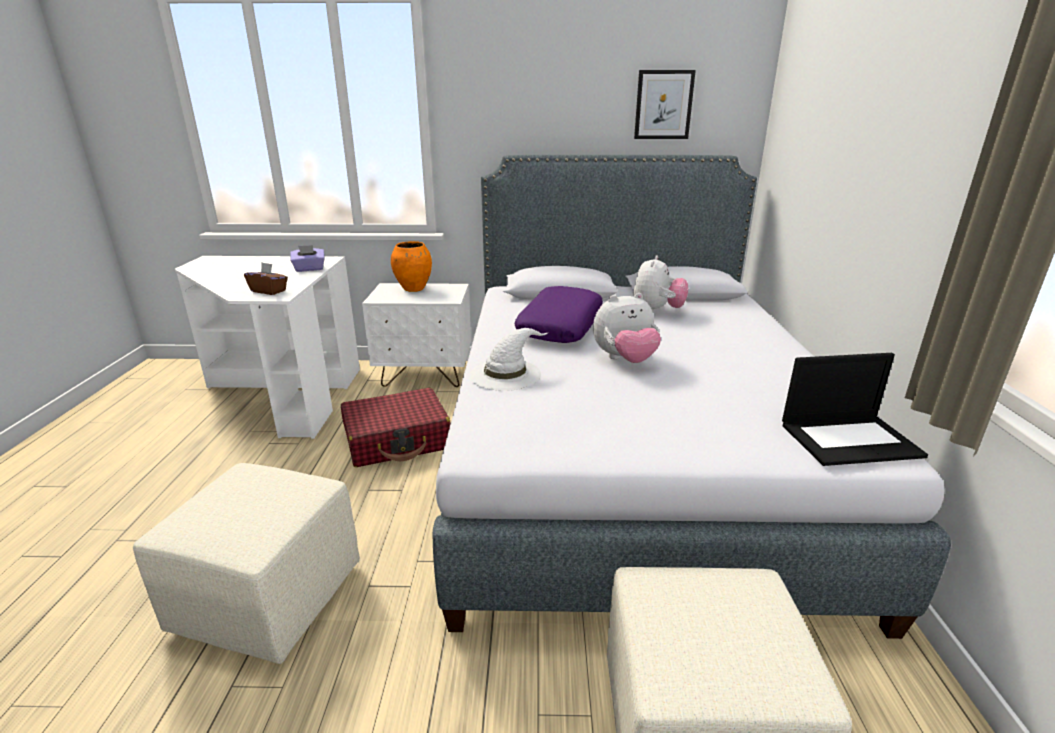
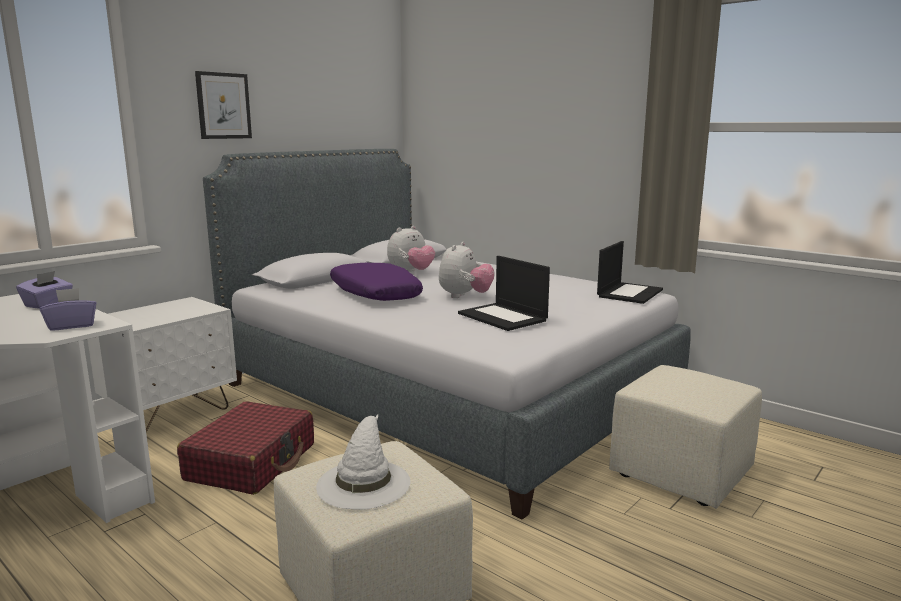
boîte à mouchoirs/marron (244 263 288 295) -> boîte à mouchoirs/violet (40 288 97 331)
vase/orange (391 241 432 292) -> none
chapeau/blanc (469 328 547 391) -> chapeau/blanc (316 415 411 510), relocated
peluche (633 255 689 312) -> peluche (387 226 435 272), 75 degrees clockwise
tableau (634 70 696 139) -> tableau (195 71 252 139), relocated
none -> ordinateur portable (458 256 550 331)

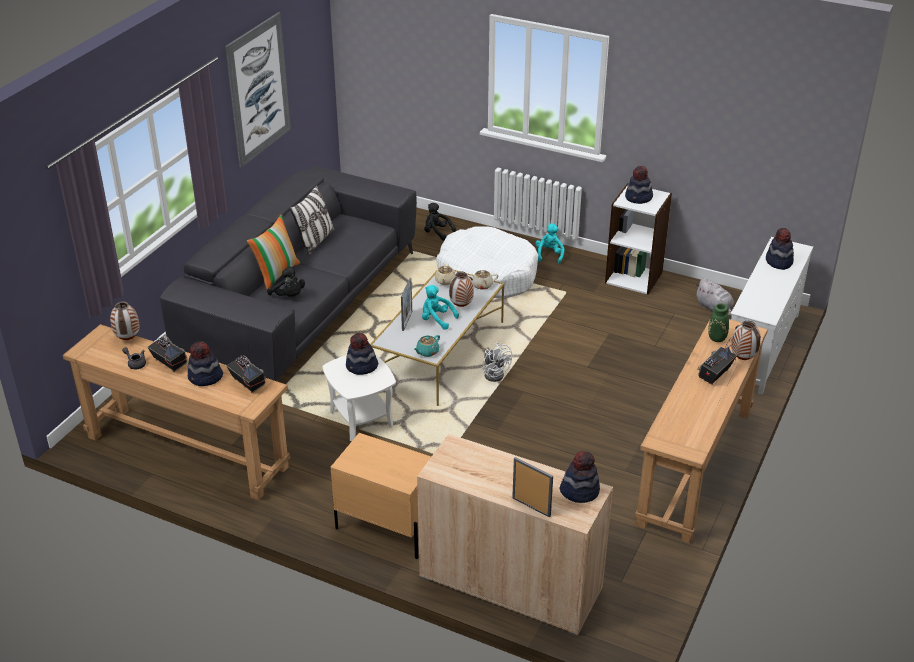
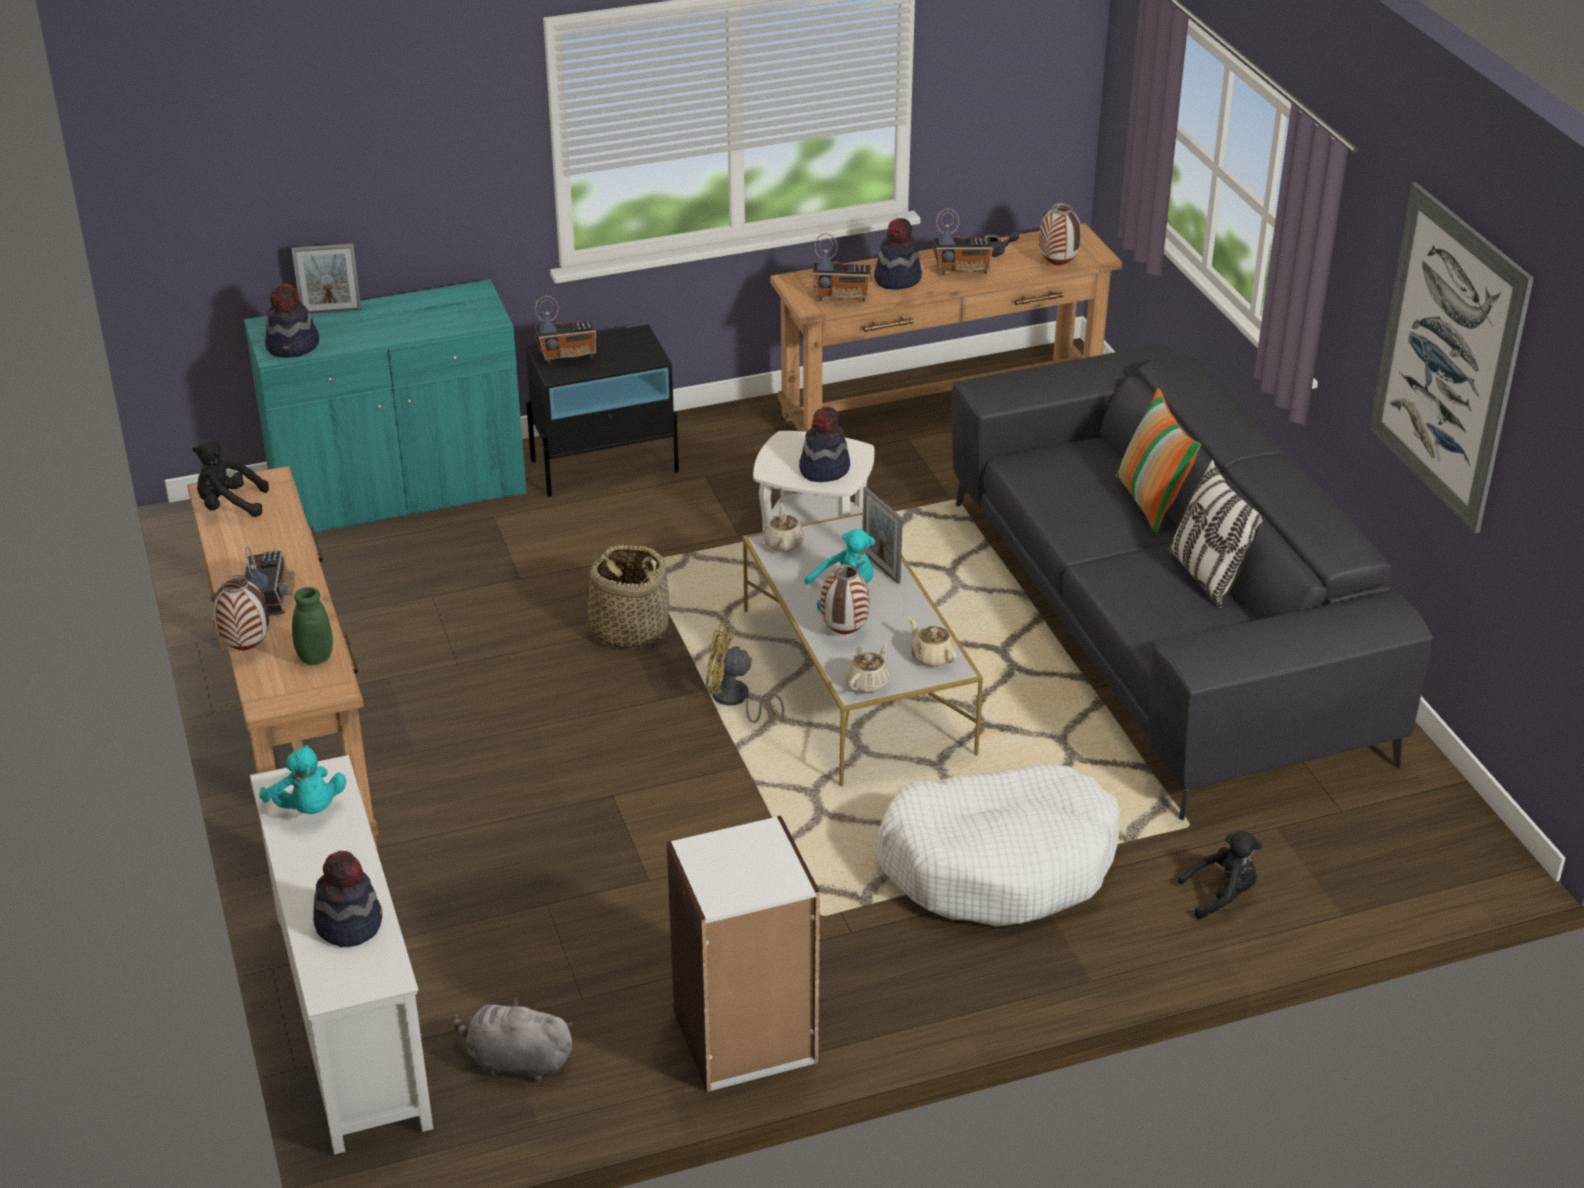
peluche/noir (267 266 305 297) -> peluche/noir (192 440 269 517), relocated
table de chevet/beige (331 433 431 559) -> table de chevet/noir (526 325 679 497)
théière/turquoise (414 335 440 357) -> théière/beige (763 503 805 552)
meuble de rangement/beige (417 434 613 636) -> meuble de rangement/turquoise (244 279 527 532)
ventilateur/blanc (482 343 512 382) -> ventilateur/jaune (706 624 785 724)
peluche/turquoise (535 223 565 264) -> peluche/turquoise (259 745 346 814), relocated
chapeau (625 166 653 204) -> none
none -> radio (534 296 596 364)
none -> panier (582 545 670 649)

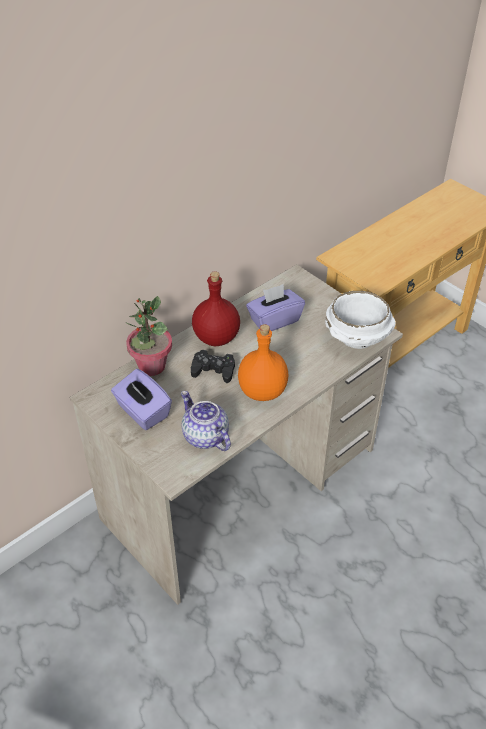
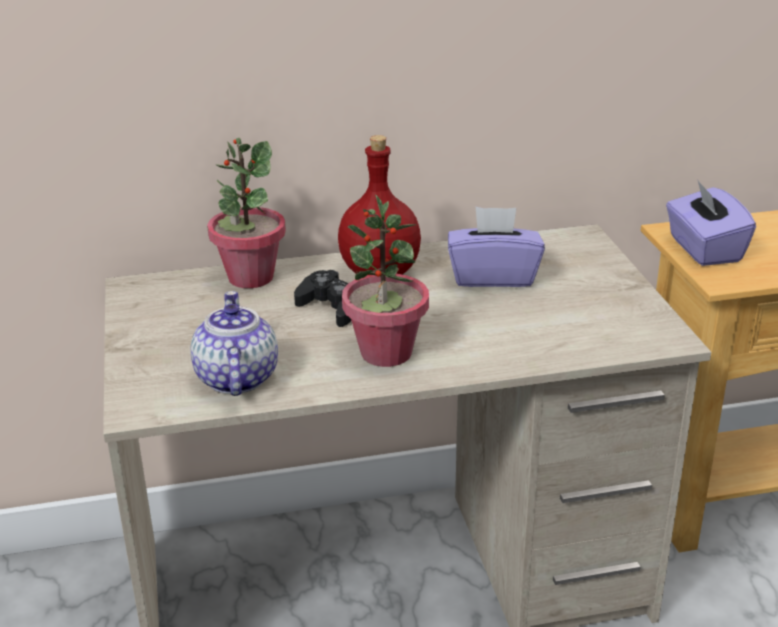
boîte à mouchoirs/violet (111 369 172 430) -> boîte à mouchoirs/violet (666 179 756 266), relocated
bouteille/orange (238 324 288 401) -> plante en pot (342 195 429 367)
bol/blanc (325 291 396 349) -> none

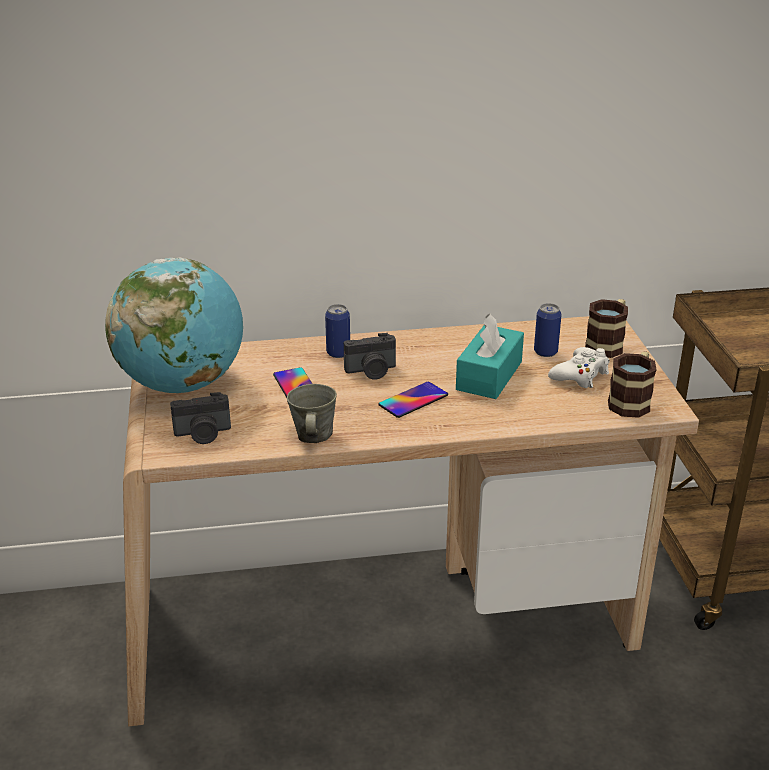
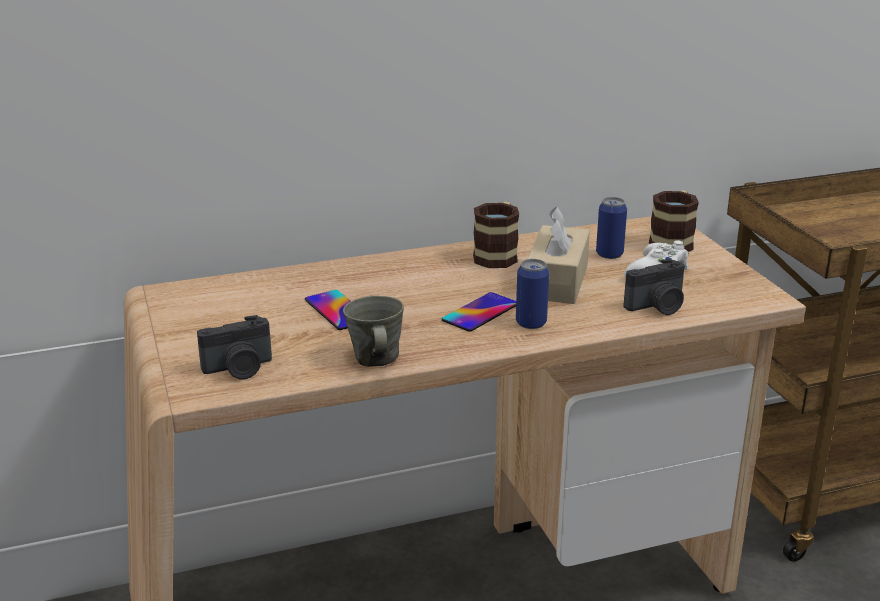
globe (105 258 243 393) -> none
boîte métallique (325 304 350 358) -> boîte métallique (516 259 549 329), relocated
appareil photo (344 333 396 380) -> appareil photo (624 258 685 315), relocated
boîte à mouchoirs/turquoise (456 314 524 399) -> boîte à mouchoirs/beige (527 206 590 304)
mug (608 351 657 418) -> mug (473 202 519 268), relocated

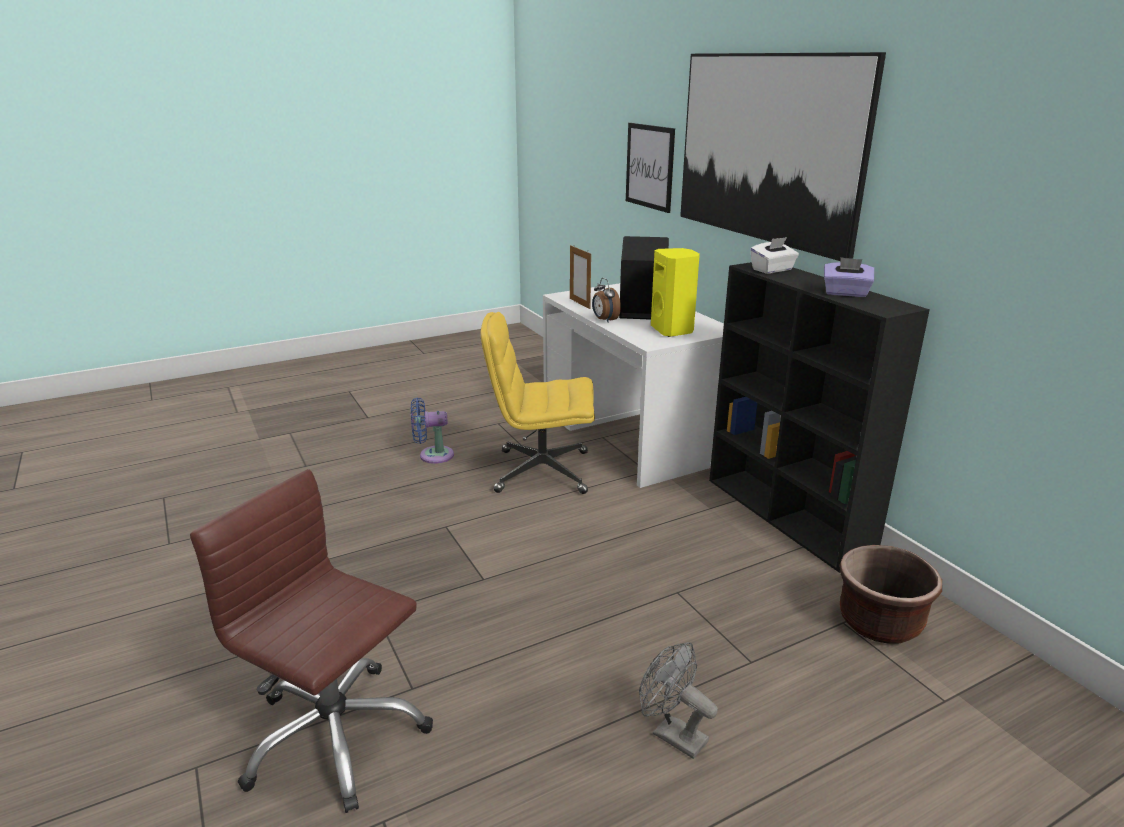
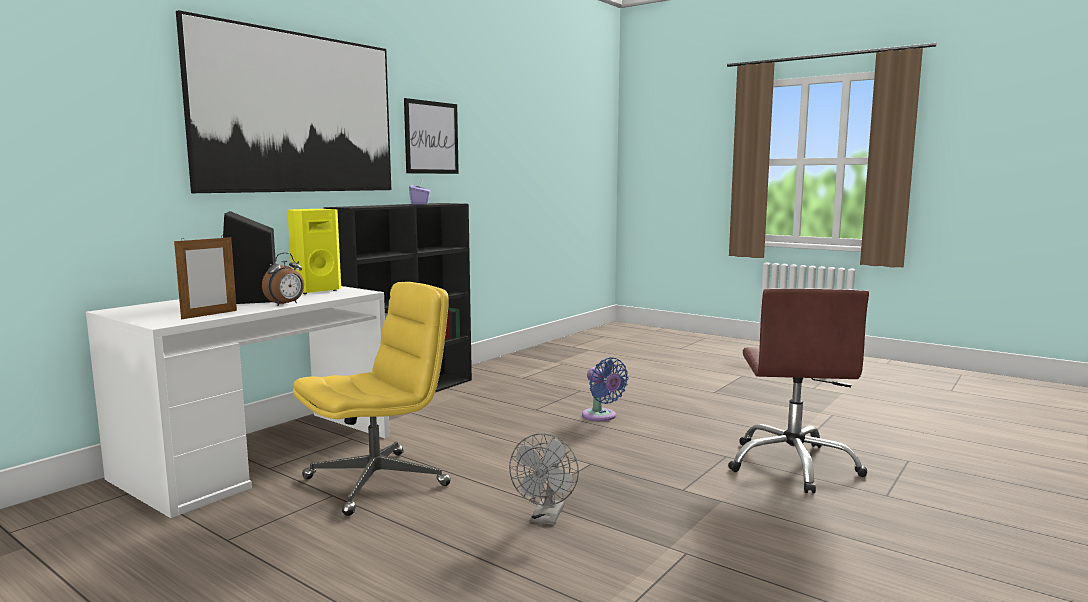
ventilateur/bleu (411 398 454 464) -> ventilateur/bleu (582 357 629 421), relocated
chaise de bureau/jaune (481 312 595 494) -> chaise de bureau/jaune (293 282 451 516), 105 degrees counterclockwise
tableau (626 123 675 213) -> tableau (404 98 459 174), relocated
ventilateur/gris (639 642 718 759) -> ventilateur/gris (509 433 579 525), relocated
boîte à mouchoirs/blanc (750 237 799 274) -> none
cache-pot/marron (839 545 942 644) -> none

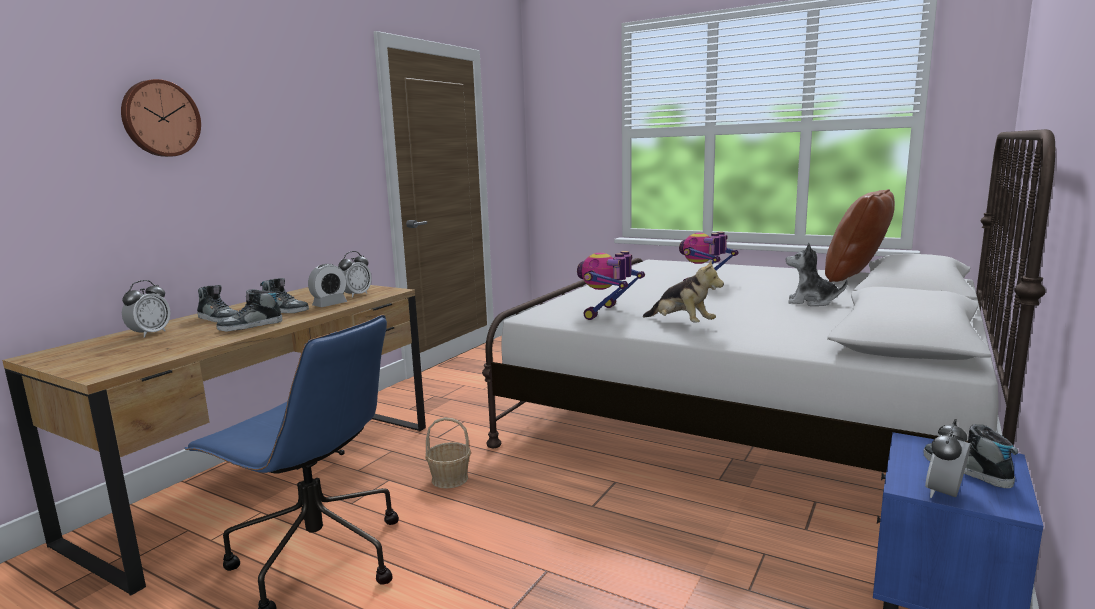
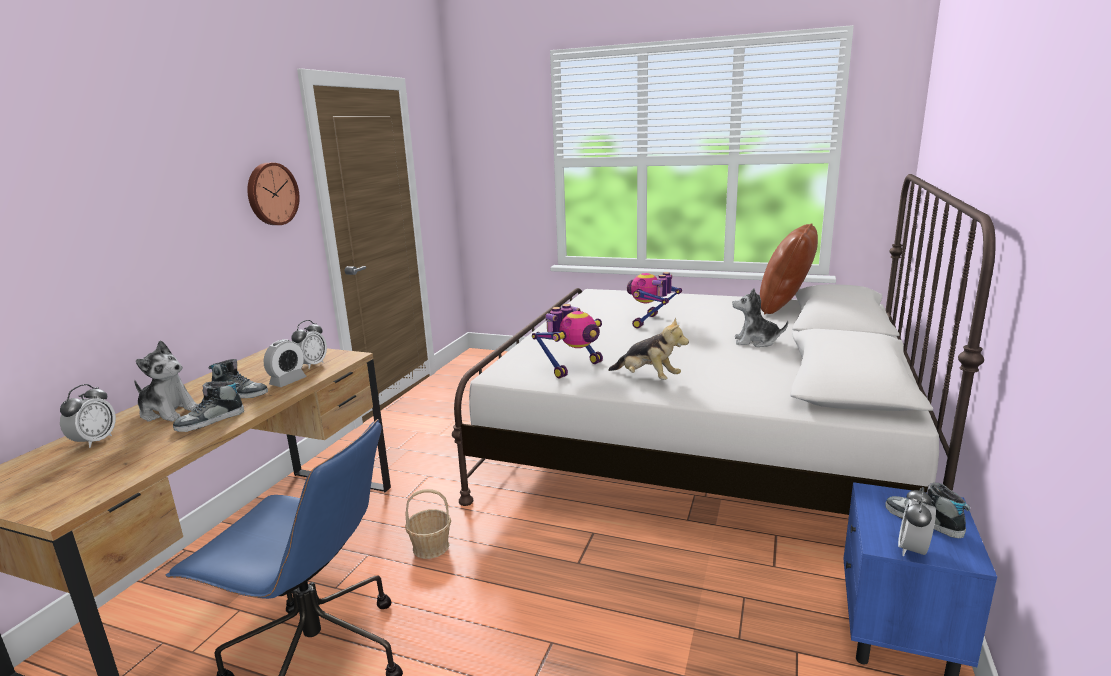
horloge murale (121 79 201 157) -> horloge murale (247 163 300 225), relocated
chaussure (197 285 237 322) -> peluche (134 340 199 422)
robot jouet (577 251 645 320) -> robot jouet (532 304 603 378), 150 degrees counterclockwise

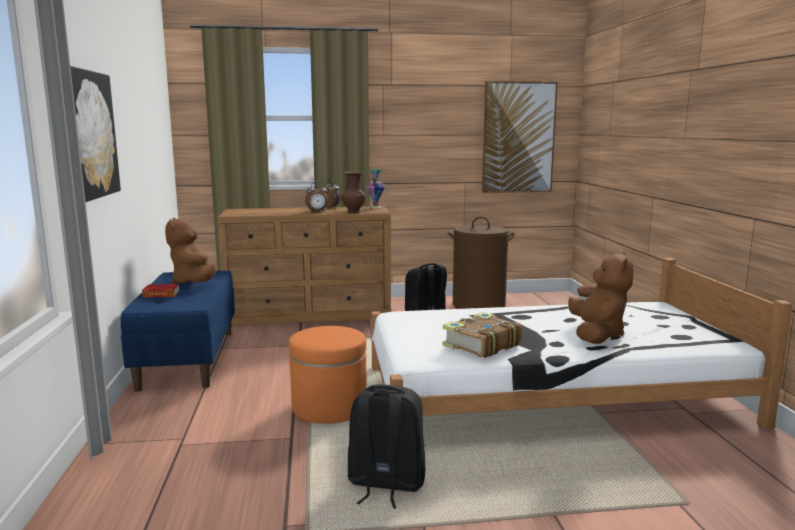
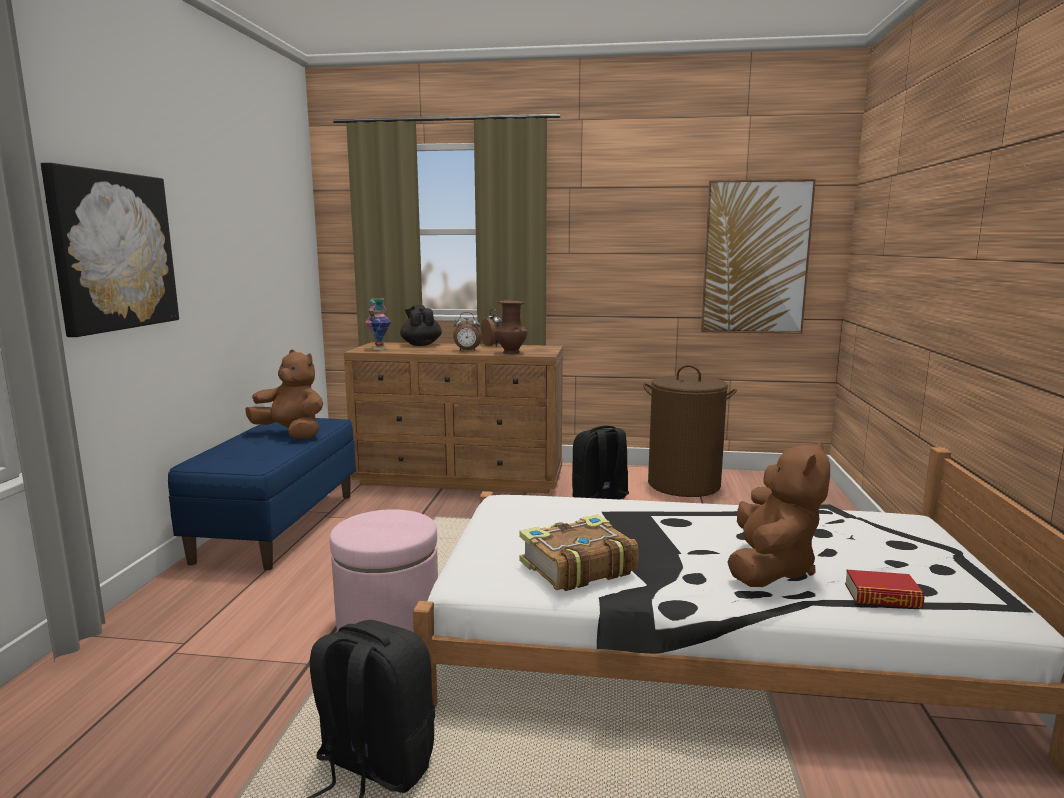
livre (142 284 179 298) -> livre (845 570 925 608), relocated
peluche/marron (165 218 216 284) -> peluche/marron (245 349 323 439), 120 degrees clockwise
pouf/orange (289 326 367 424) -> pouf/rose (330 509 438 632)
vase (366 169 385 208) -> vase (366 298 391 350), relocated
none -> théière/noir (400 305 442 346)

